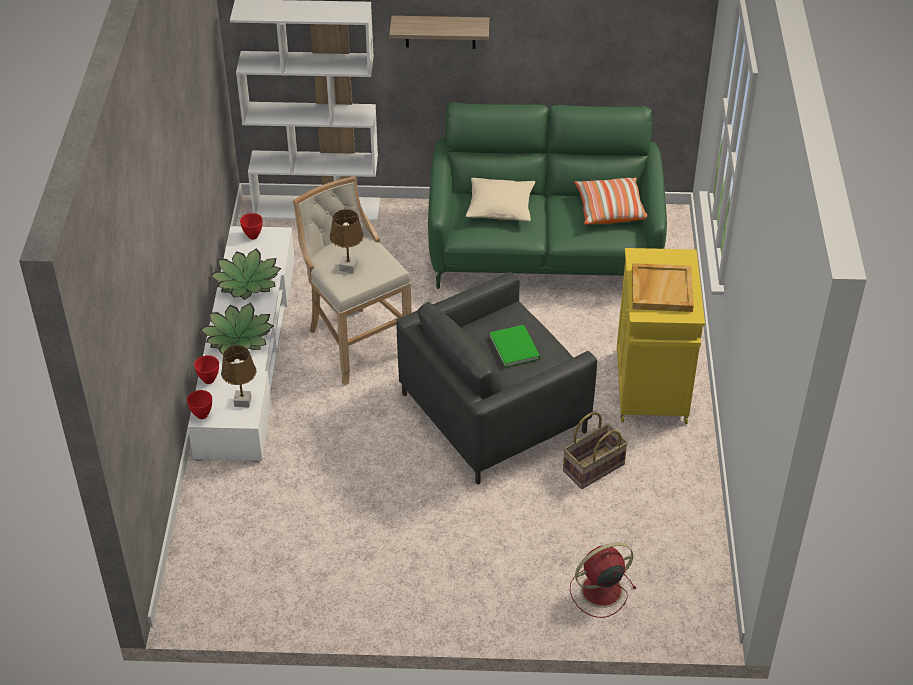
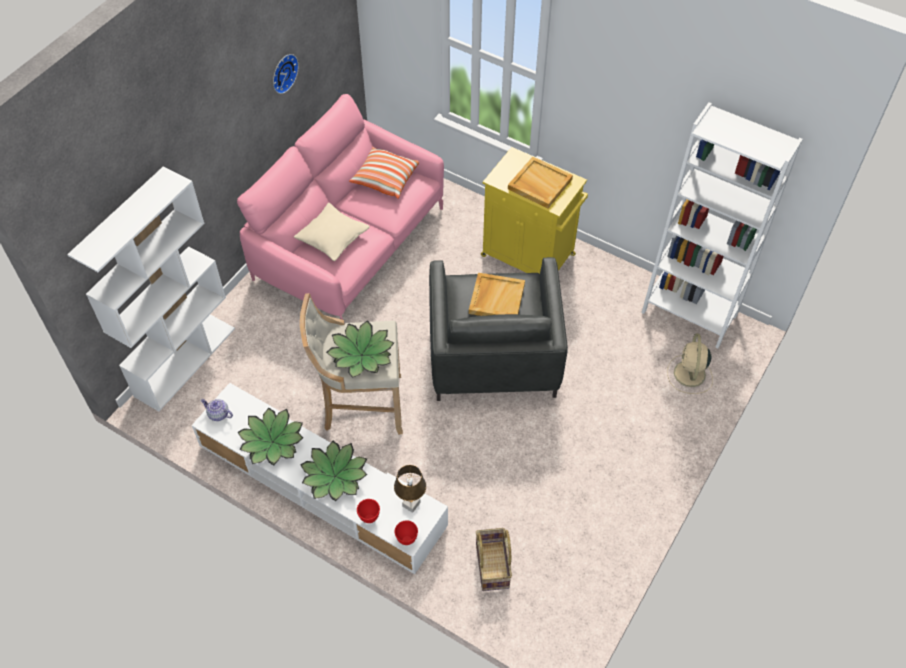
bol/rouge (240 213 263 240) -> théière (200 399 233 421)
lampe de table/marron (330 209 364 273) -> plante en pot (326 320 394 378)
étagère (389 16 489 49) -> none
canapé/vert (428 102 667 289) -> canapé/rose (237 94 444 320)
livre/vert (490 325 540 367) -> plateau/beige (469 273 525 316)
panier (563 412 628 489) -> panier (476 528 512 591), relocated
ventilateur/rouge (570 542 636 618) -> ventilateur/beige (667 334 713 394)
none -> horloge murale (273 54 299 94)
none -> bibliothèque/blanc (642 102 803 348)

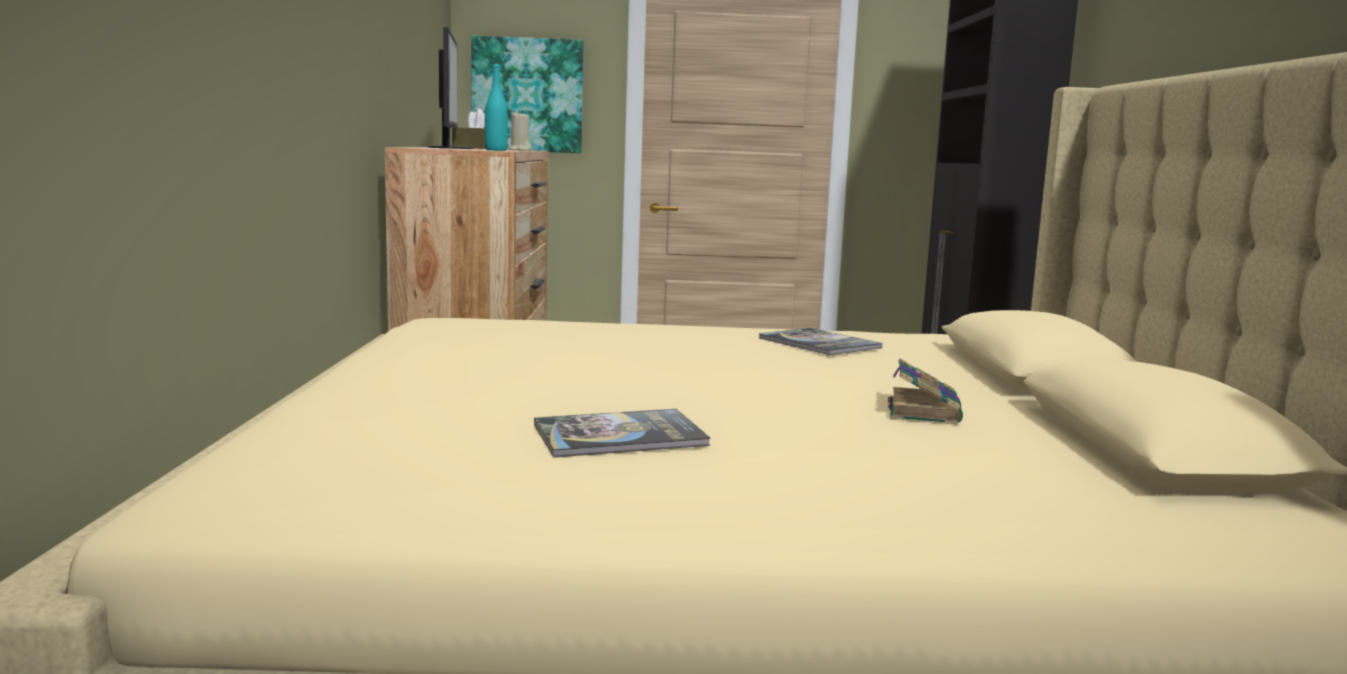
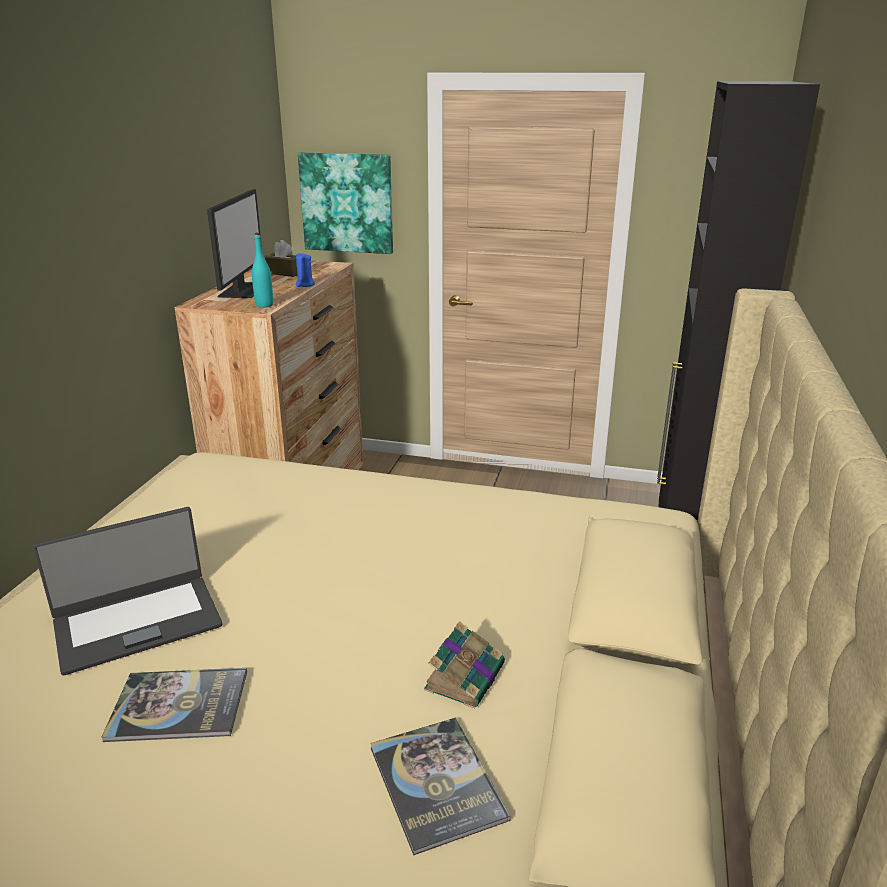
bougie/beige (508 111 532 150) -> bougie/bleu (296 253 315 287)
livre (759 328 883 355) -> livre (370 718 510 856), relocated
none -> ordinateur portable (33 507 222 675)

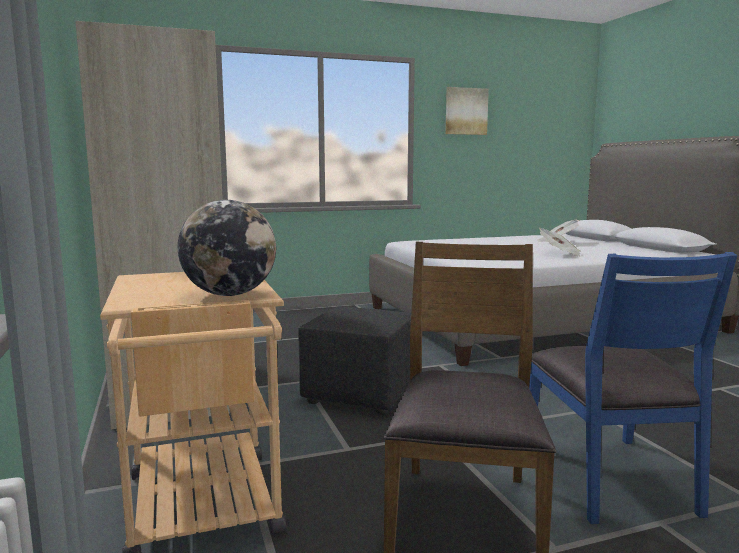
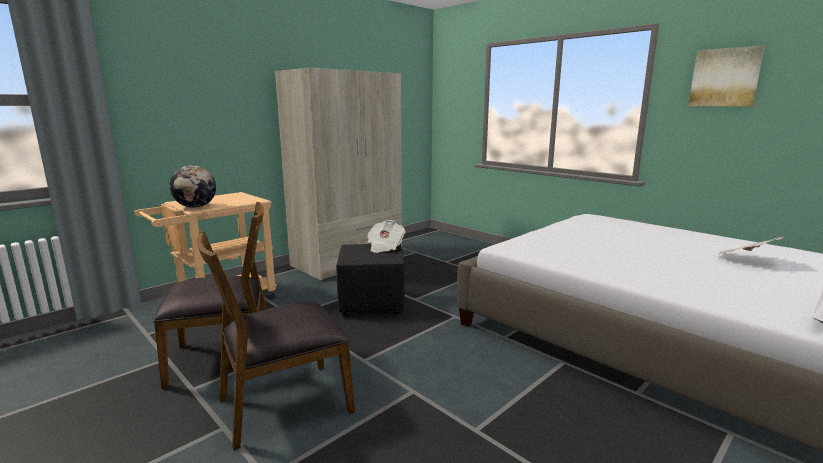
chaise/bleu (529 252 737 524) -> chaise/marron (197 230 355 450)
journal (539 228 581 257) -> journal (367 220 406 253), relocated

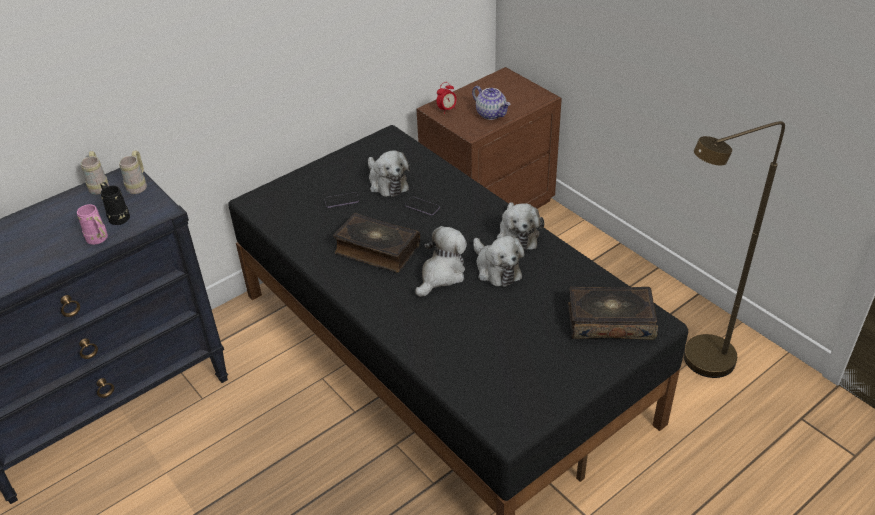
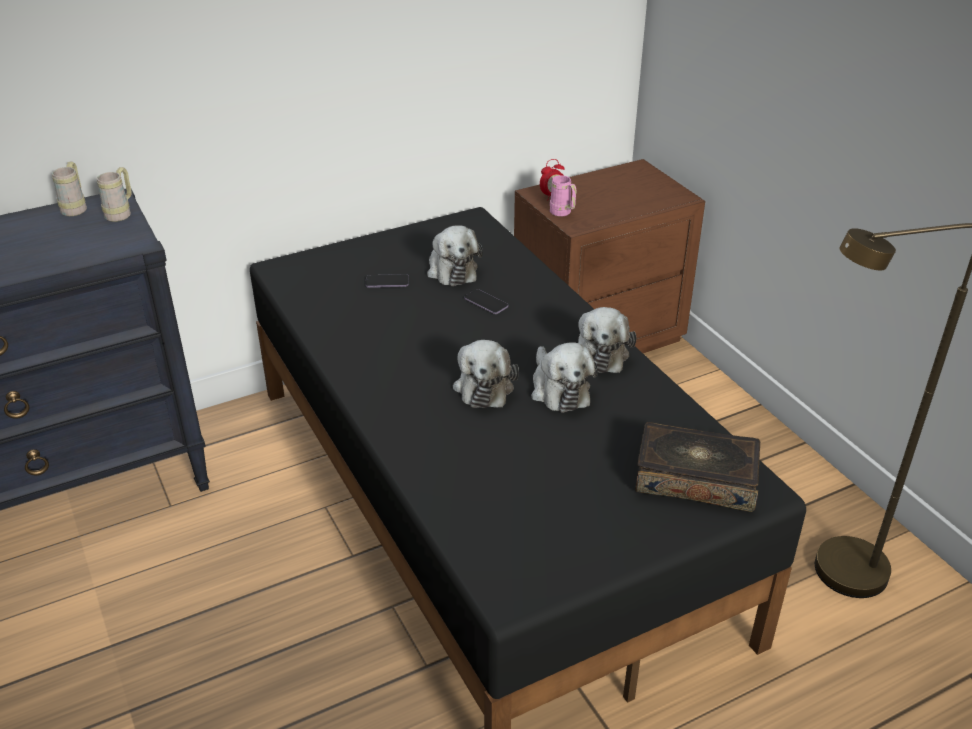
mug/rose (77 204 108 245) -> mug/rose (550 175 577 217), relocated
mug/noir (101 182 130 225) -> none
livre (333 213 420 273) -> none
peluche (415 226 467 297) -> peluche (453 340 519 408), 135 degrees clockwise
théière (472 86 511 120) -> none

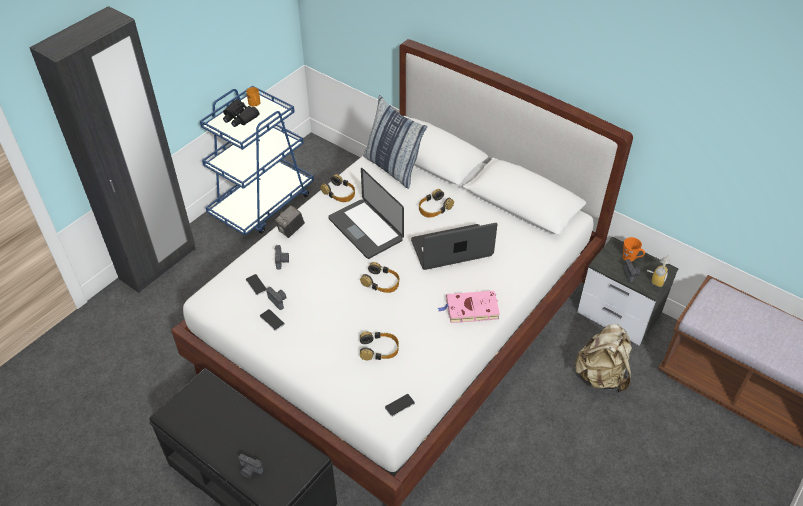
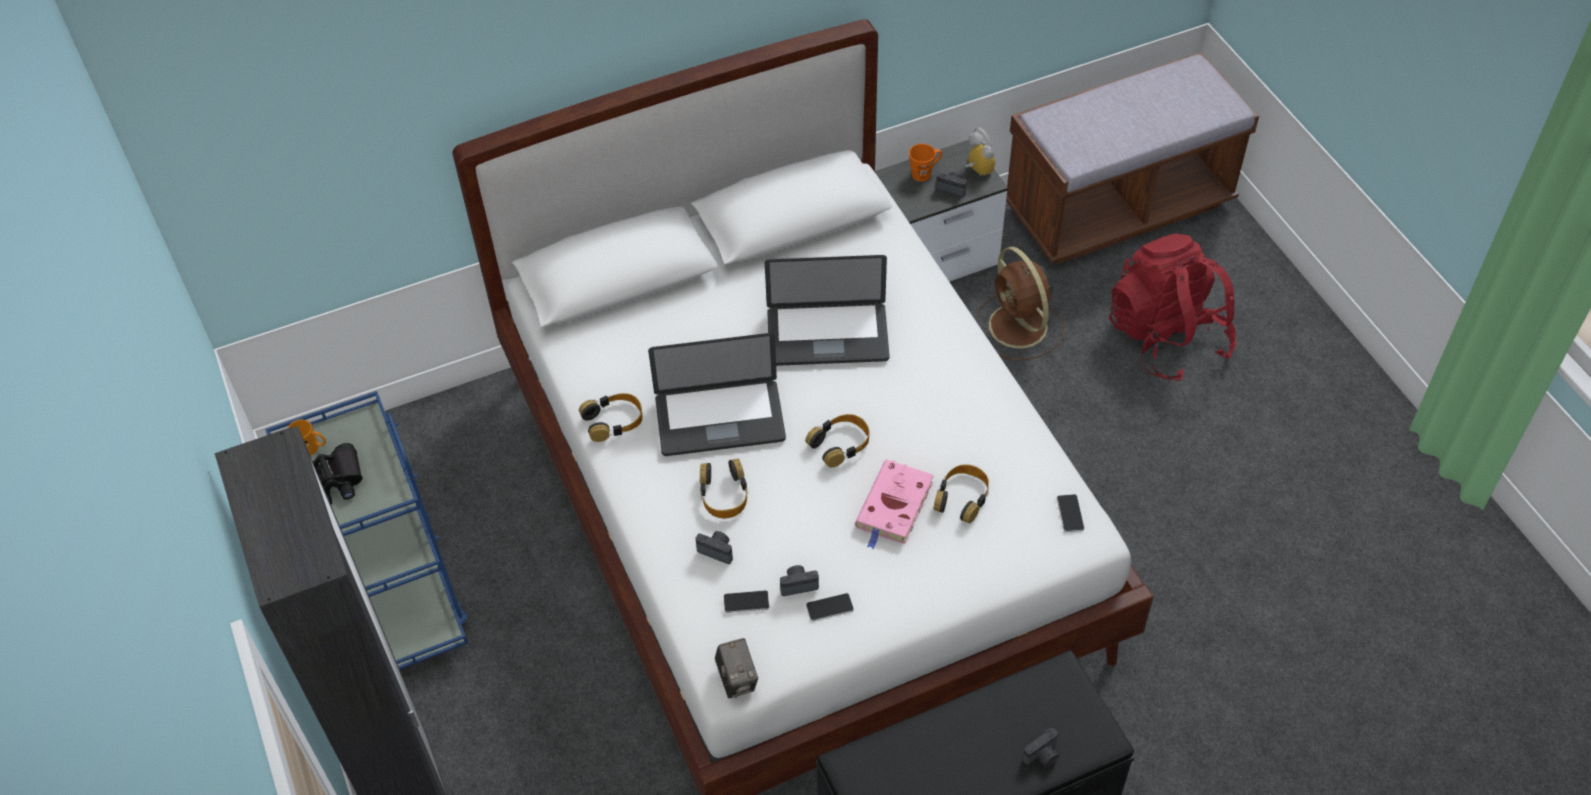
appareil photo (275 205 305 238) -> appareil photo (715 638 758 698), relocated
coussin (363 95 427 189) -> none
ordinateur portable (411 223 497 270) -> ordinateur portable (765 255 890 366), 105 degrees counterclockwise
casque audio (419 189 454 218) -> casque audio (700 459 748 518), relocated
livre/rose (438 291 500 323) -> livre/rose (855 460 934 549), relocated
sac à dos/beige (574 324 632 393) -> ventilateur/marron (975 247 1065 360)
none -> sac à dos/rouge (1109 234 1237 381)

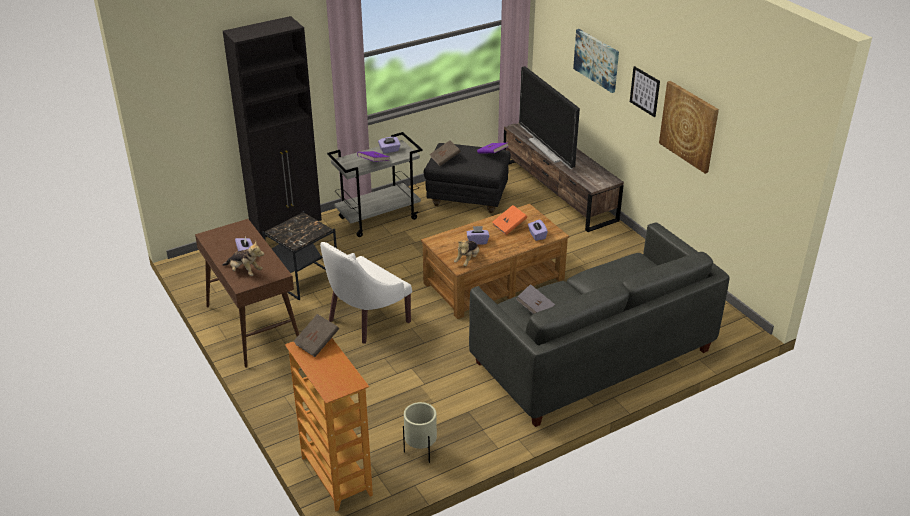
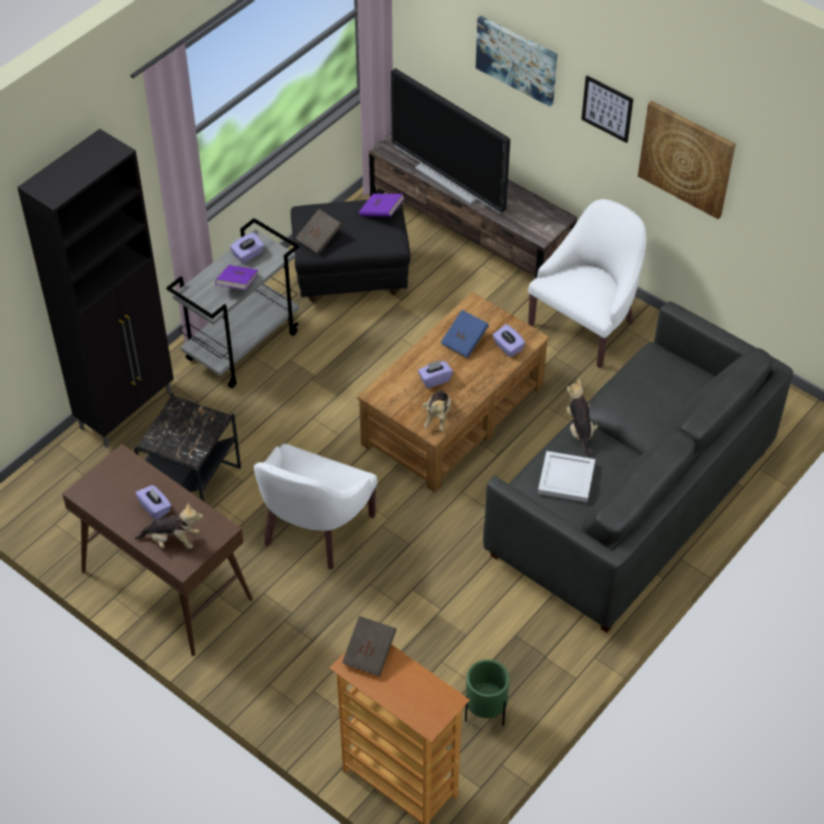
cache-pot/beige (403 402 437 463) -> cache-pot/vert (465 660 510 726)
livre/orange (492 205 527 235) -> livre/bleu (441 310 489 358)
livre/gris (516 284 555 314) -> plateau/blanc (538 451 595 502)
none -> fauteuil/blanc (528 199 646 368)
none -> peluche (566 379 598 457)

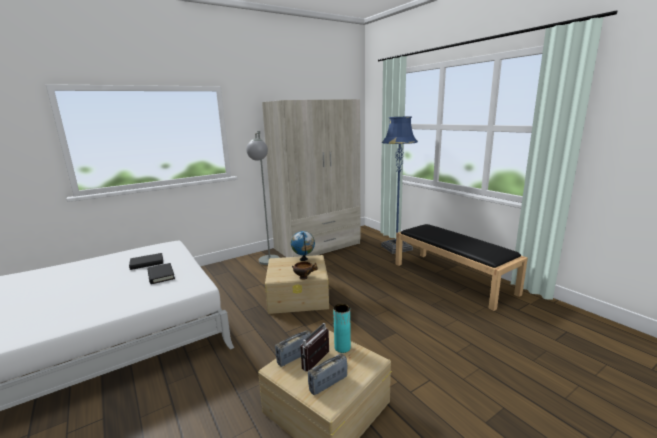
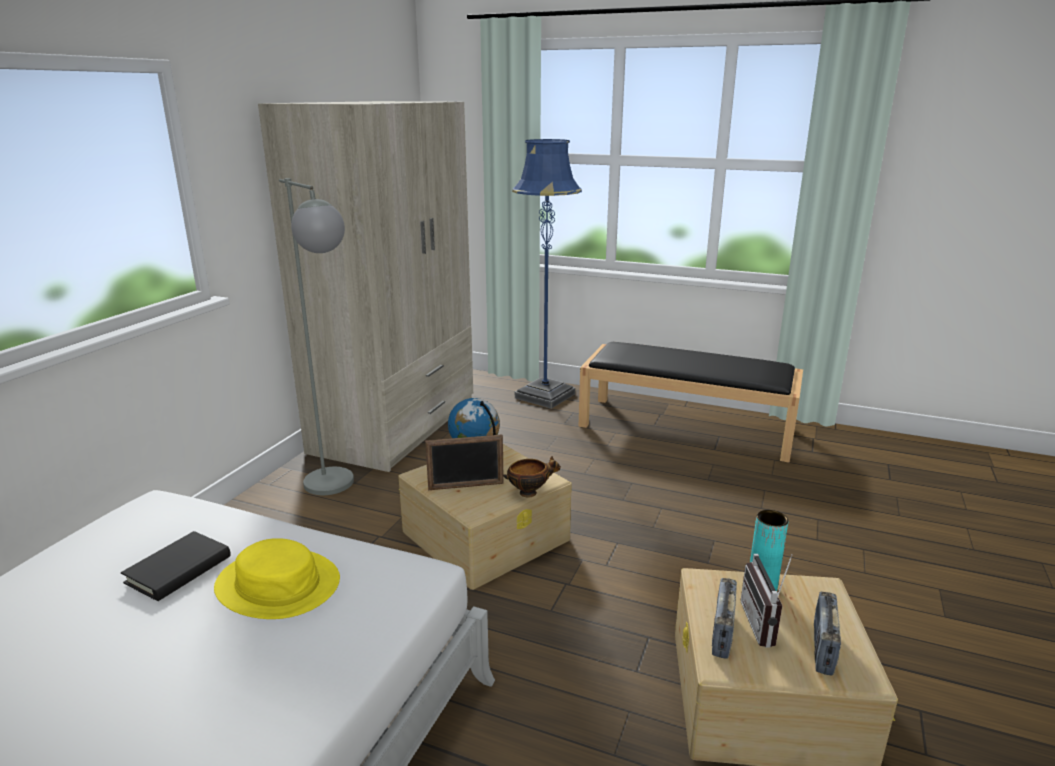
livre/noir (148 263 175 284) -> chapeau/jaune (214 538 340 619)
none -> cadre photo (425 435 504 490)

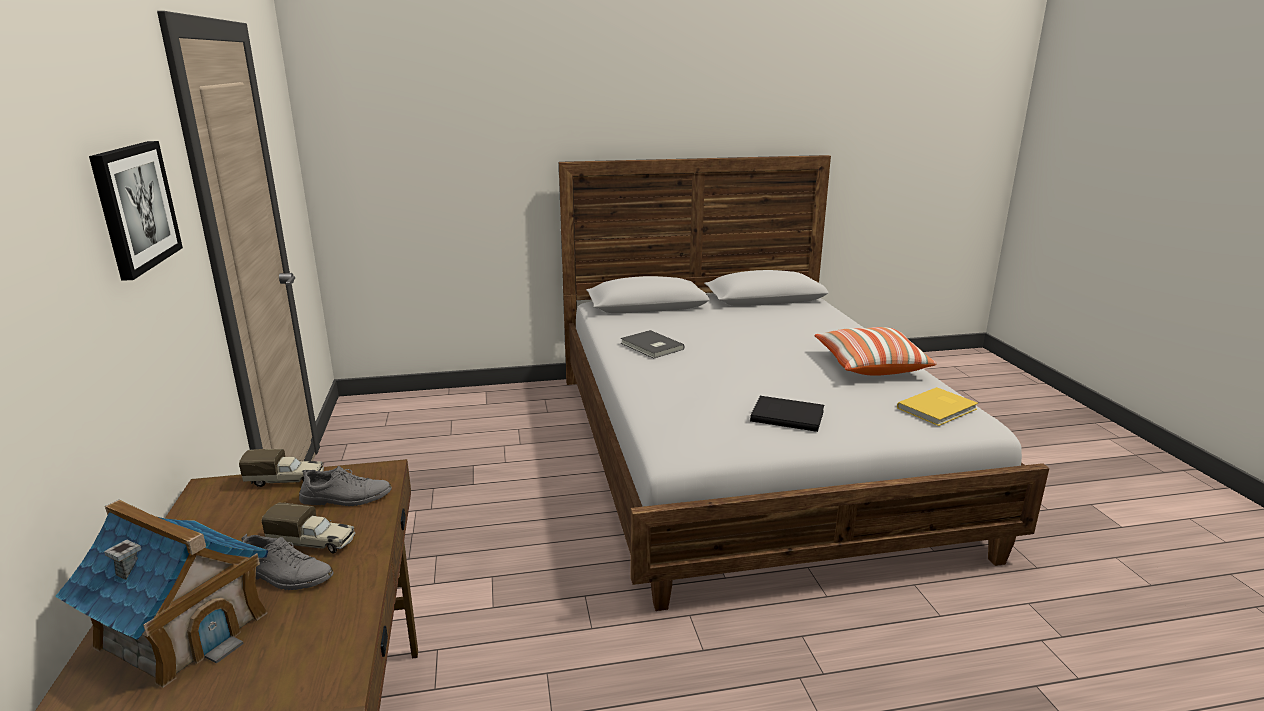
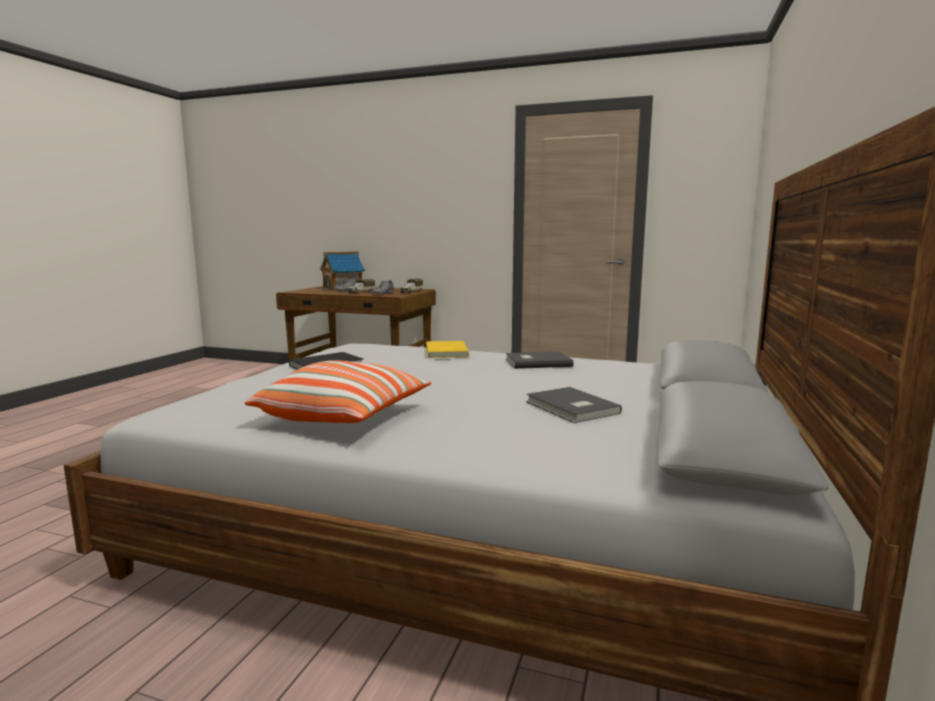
tableau (89 141 183 281) -> none
livre/jaune (897 387 978 426) -> livre/jaune (426 341 469 358), relocated
none -> livre/gris (526 387 622 423)

